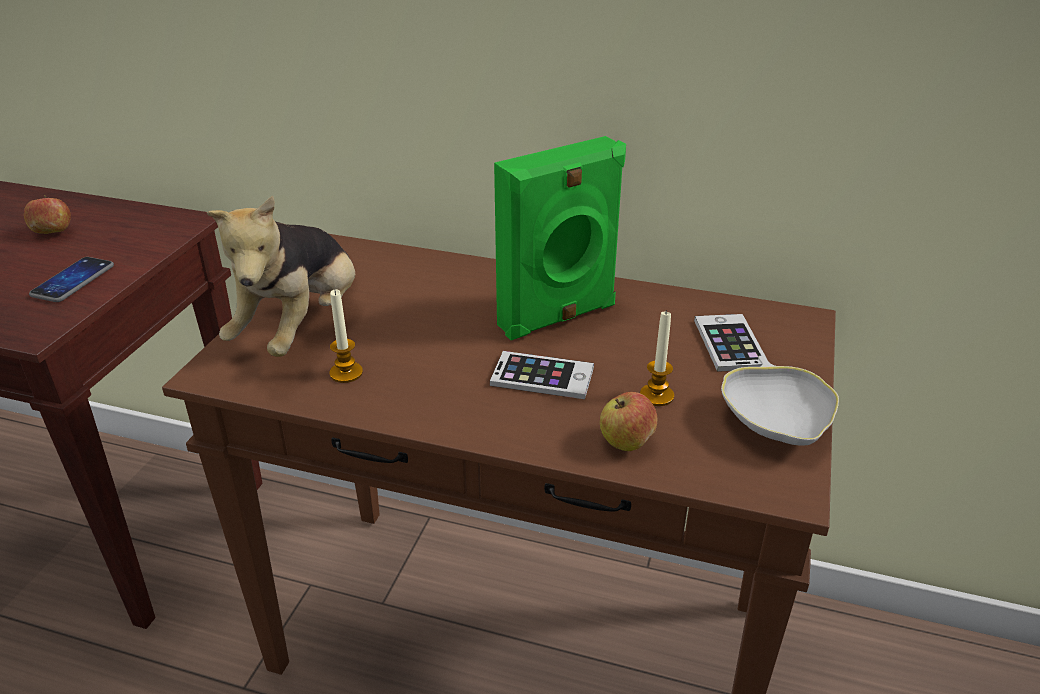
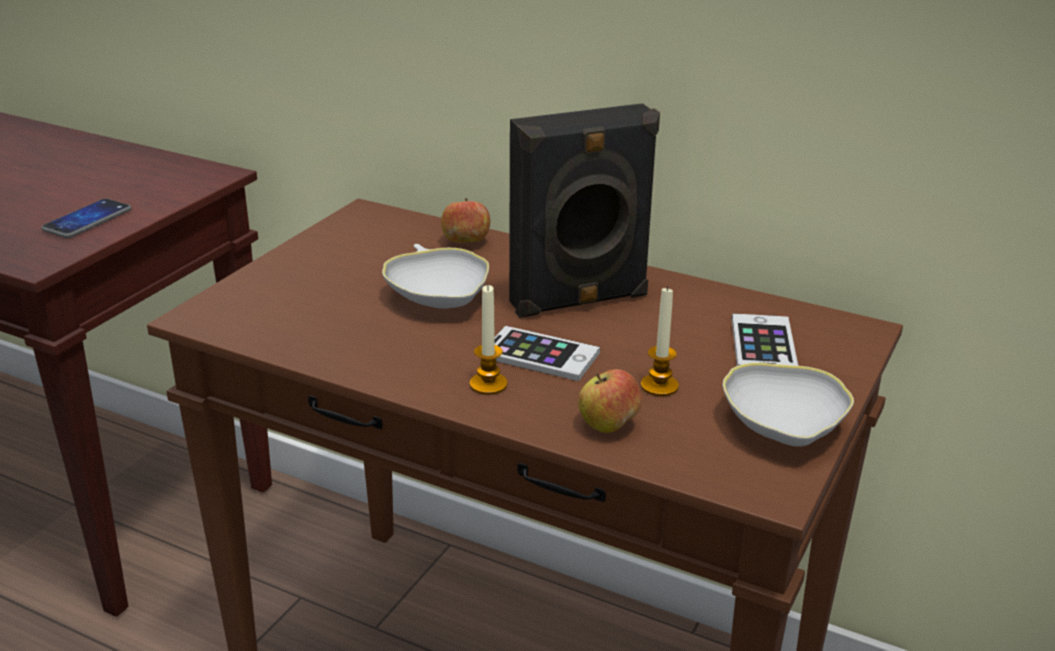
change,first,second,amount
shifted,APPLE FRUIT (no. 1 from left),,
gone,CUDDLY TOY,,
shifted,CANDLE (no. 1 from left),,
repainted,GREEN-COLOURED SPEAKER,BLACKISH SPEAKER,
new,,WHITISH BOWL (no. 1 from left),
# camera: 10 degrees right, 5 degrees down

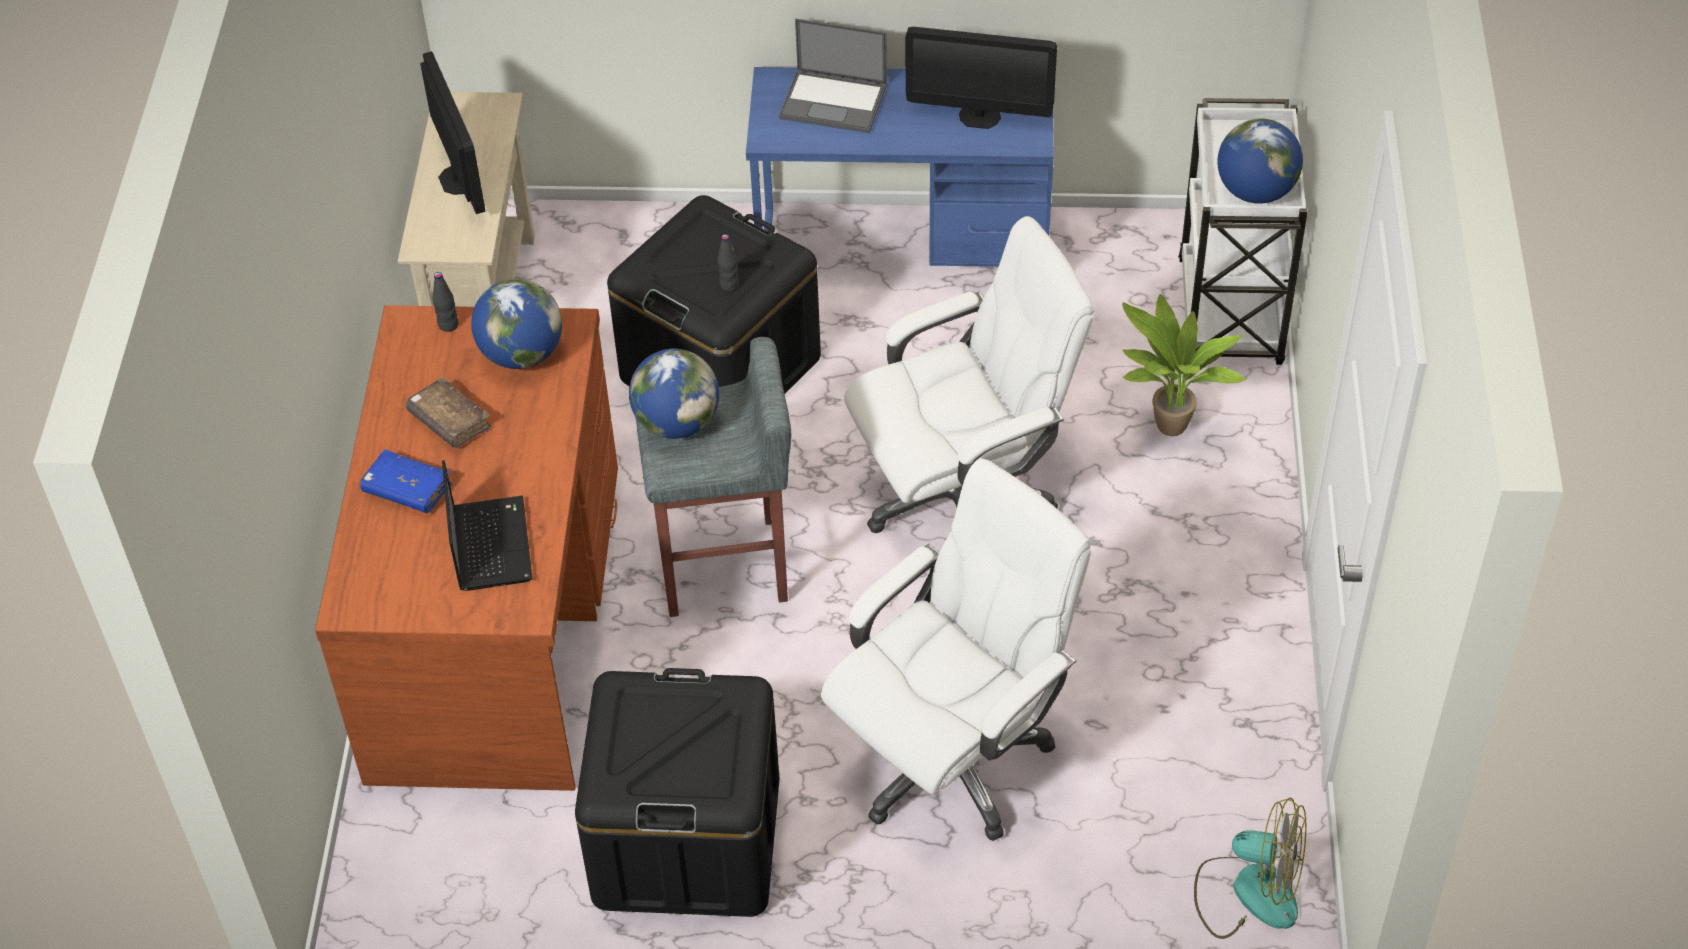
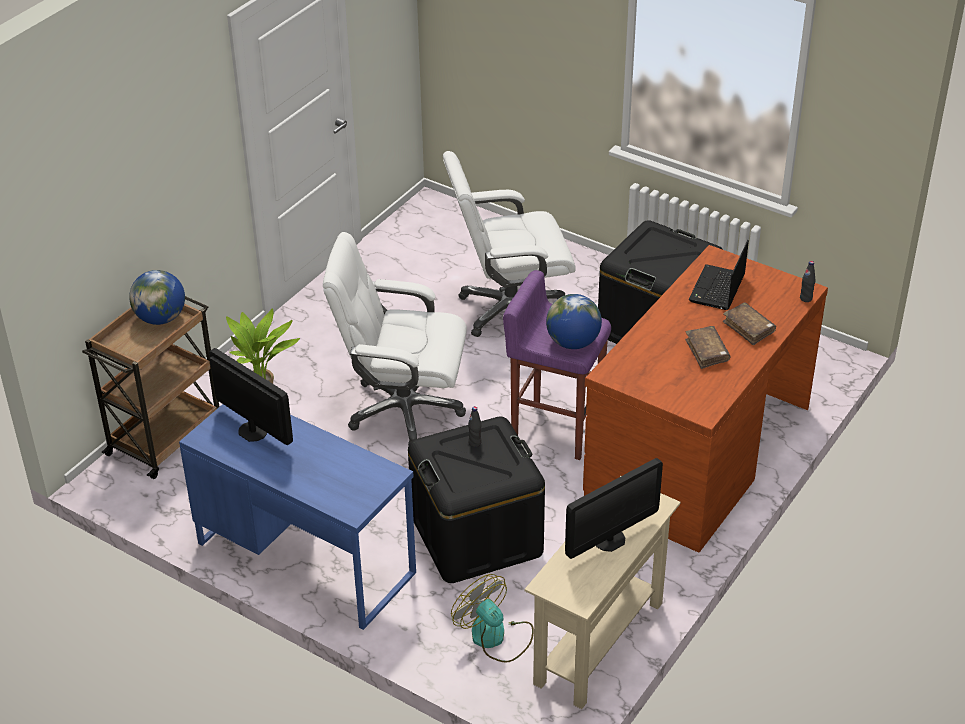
change,first,second,amount
repainted,BLUISH BOUND BOOK,BROWN BOUND BOOK (no. 2 from left),
rotated,COMPUTER SCREEN (no. 1 from left in the first image),COMPUTER SCREEN (no. 2 from left),135 degrees counterclockwise
shifted,BLACKISH DRINK BOTTLE (no. 1 from left in the first image),BLACKISH DRINK BOTTLE (no. 2 from left),
gone,WORLD GLOBE (no. 1 from left),,
repainted,GRAY STOOL SEAT,PURPLE-COLOURED STOOL SEAT,
gone,NOTEBOOK COMPUTER (no. 2 from left),,
repainted,WHITISH WHEELED CART,BROWN WHEELED CART,
shifted,COOLING FAN,,
# camera: 150 degrees left, 10 degrees down

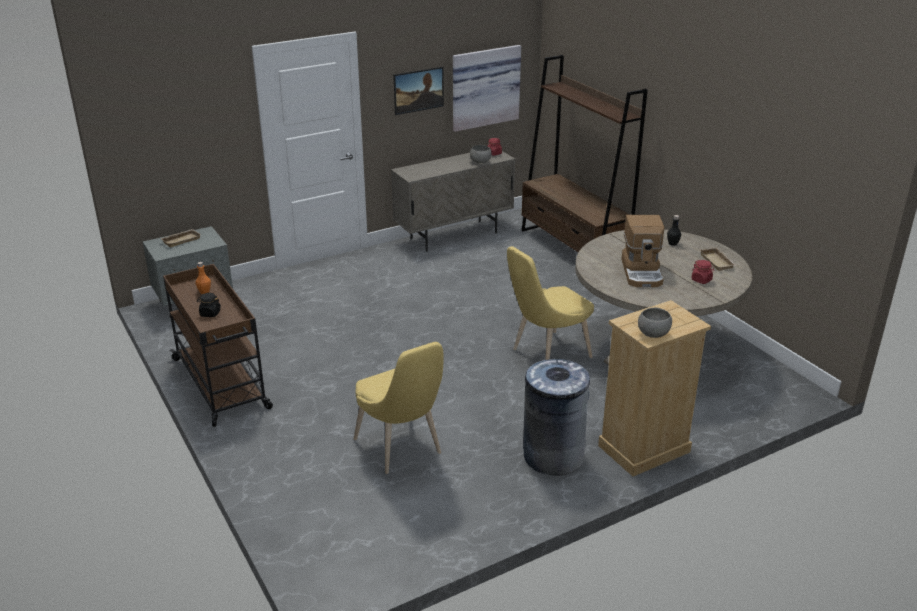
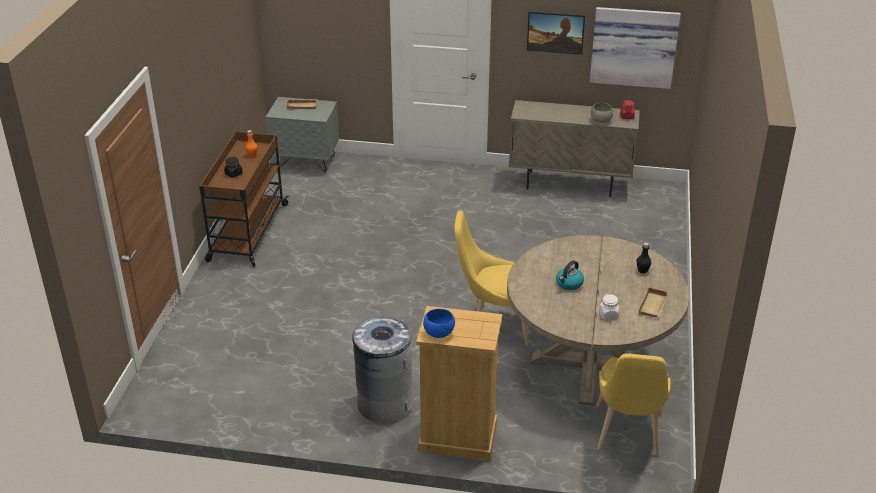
change,first,second,amount
shifted,YELLOW UPRIGHT CHAIR (no. 1 from left in the first image),YELLOW UPRIGHT CHAIR (no. 2 from left),
gone,BROWN SHELVING UNIT,,
swapped,COFFEE MACHINE,WATER KETTLE,
repainted,GRAY BOWL (no. 2 from left),BLUISH BOWL,
repainted,RED JAR (no. 2 from left),WHITISH JAR,
# camera: 40 degrees right, 5 degrees up

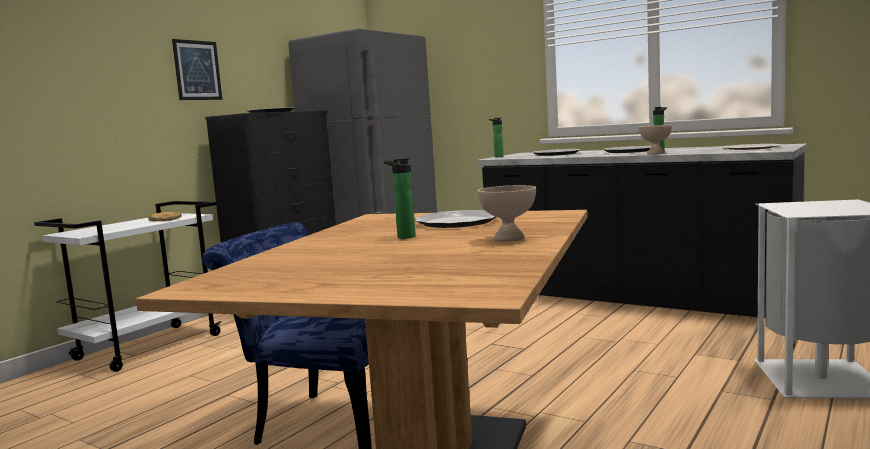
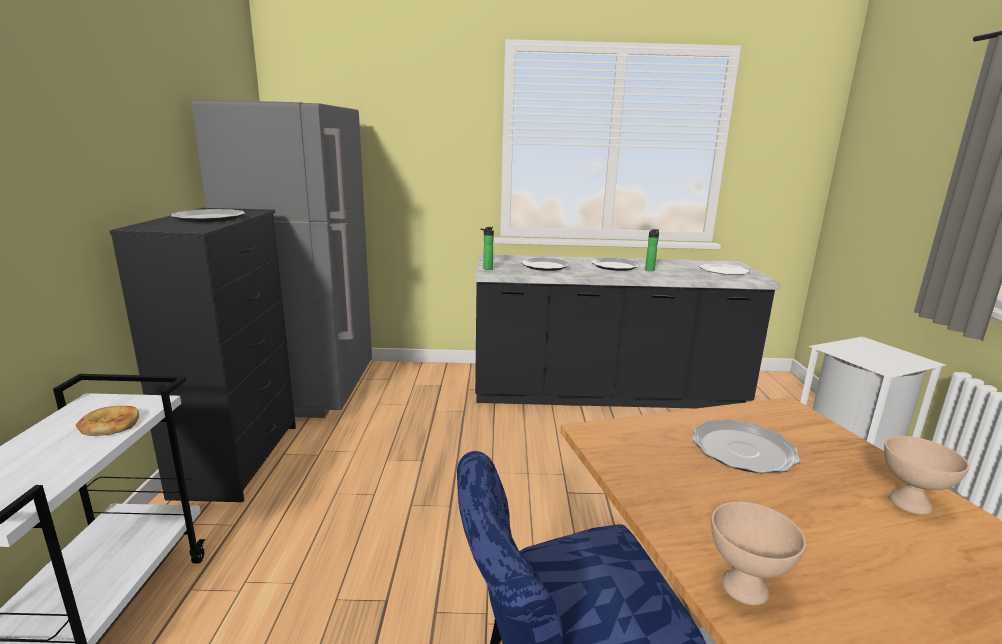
change,first,second,amount
gone,WALL ART,,
gone,DRINK BOTTLE (no. 1 from left),,
shifted,BEIGE-COLOURED BOWL (no. 2 from left in the first image),BEIGE-COLOURED BOWL (no. 1 from left),
# camera: 35 degrees left, 10 degrees up

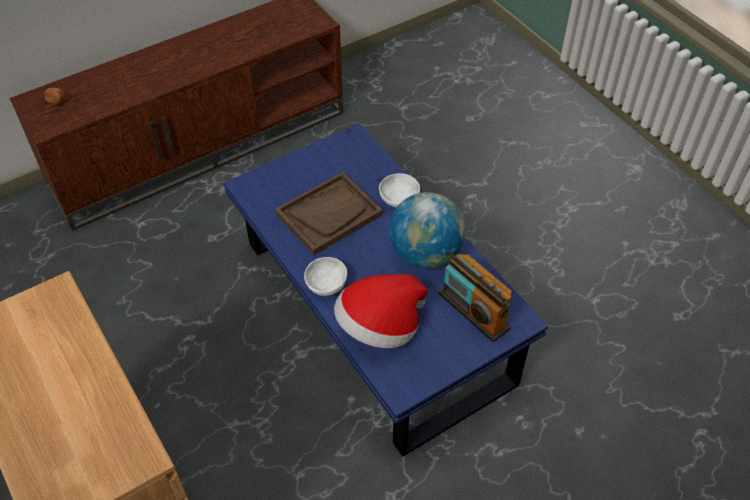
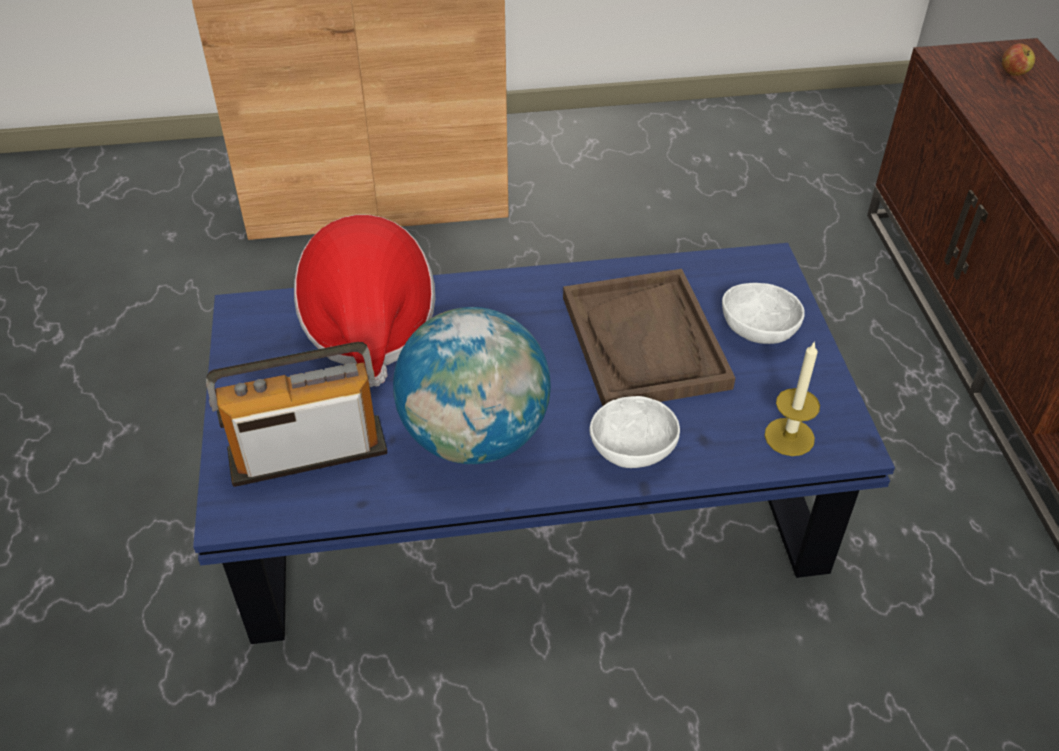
change,first,second,amount
shifted,WHITISH BOWL (no. 1 from left in the first image),WHITISH BOWL (no. 2 from left),
new,,CANDLE,
# camera: 115 degrees right, 5 degrees down

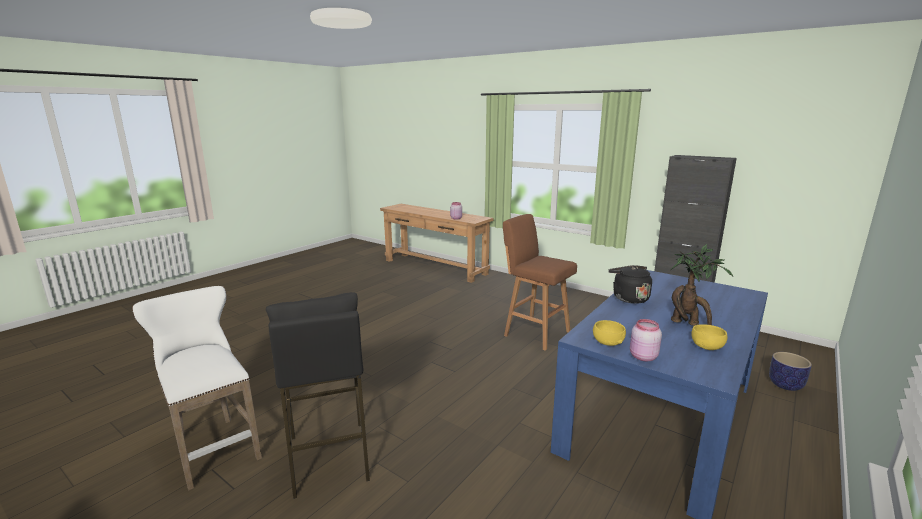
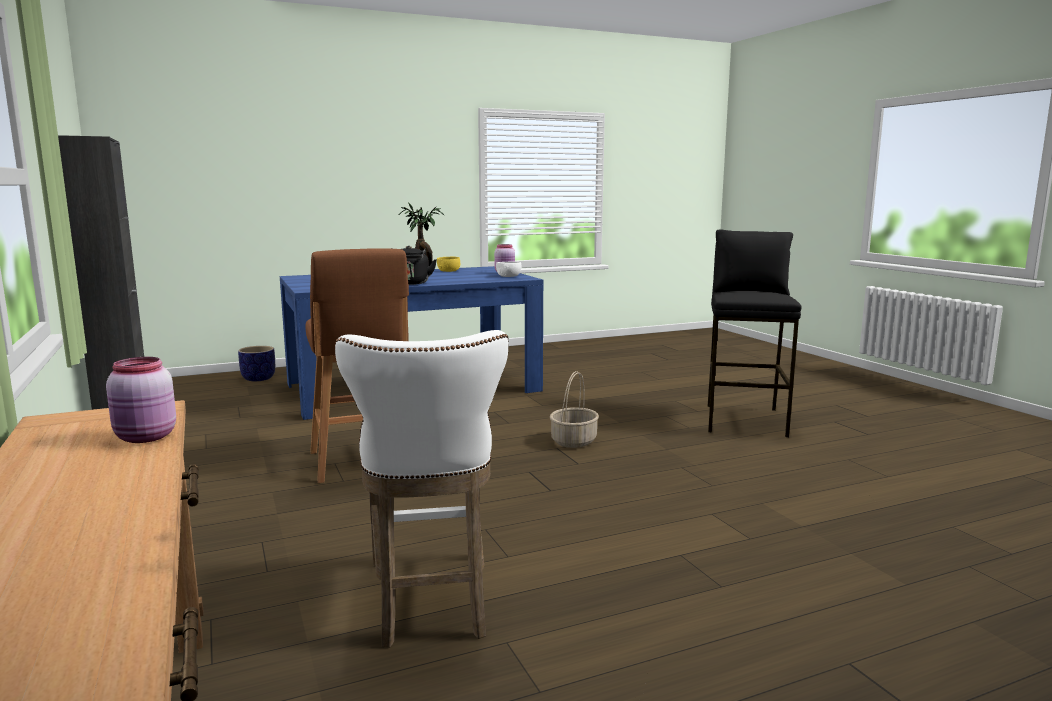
change,first,second,amount
shifted,WHITISH STOOL SEAT,,
repainted,YELLOW BOWL (no. 1 from left),WHITISH BOWL,
new,,STORAGE BASKET,
# camera: 150 degrees left, 5 degrees down

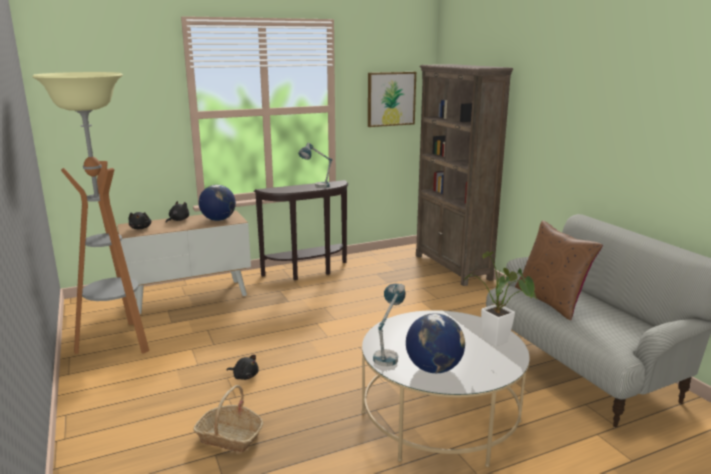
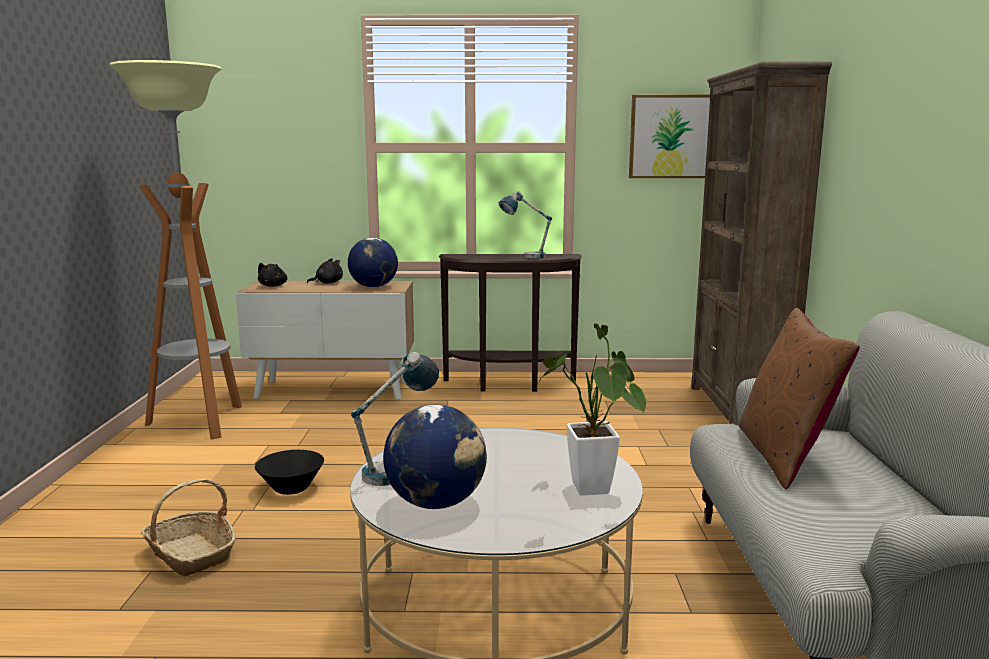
change,first,second,amount
swapped,BLACKISH CUDDLY TOY (no. 3 from left),BLACKISH BOWL,
# camera: 25 degrees right, 5 degrees down

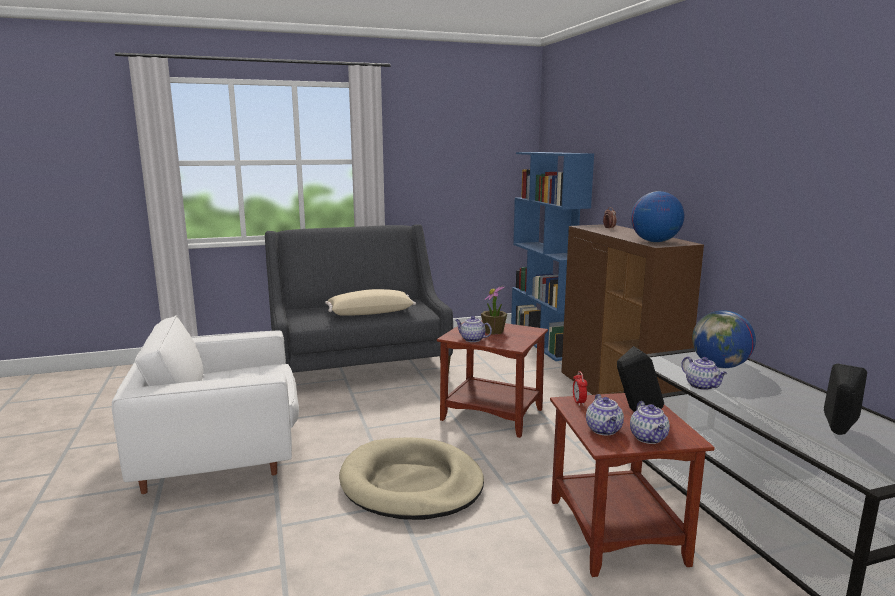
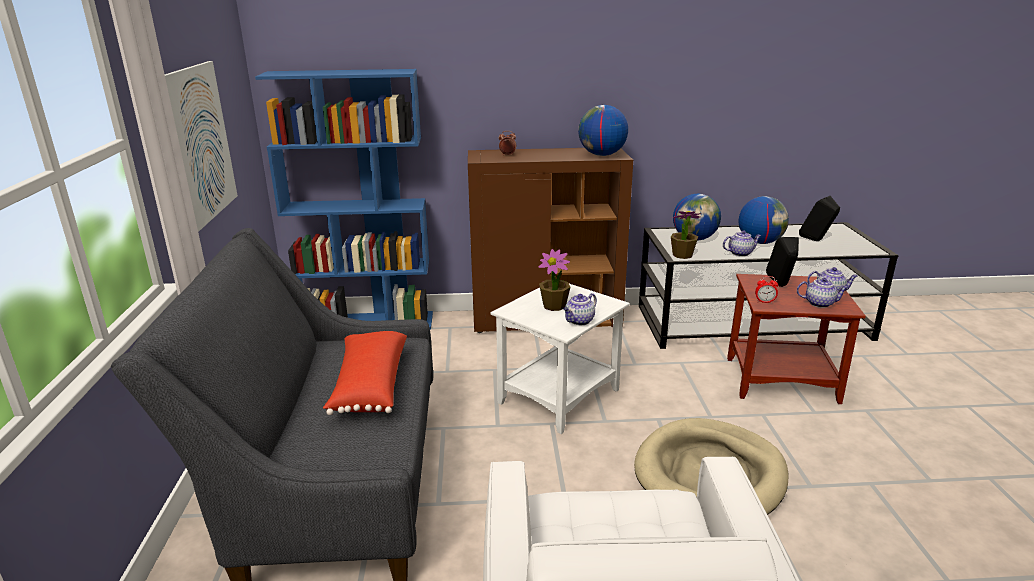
change,first,second,amount
repainted,BEIGE-COLOURED CUSHION,RED CUSHION,
repainted,BROWN END TABLE (no. 1 from left),WHITISH END TABLE,
new,,WALL ART,
new,,HOUSEPLANT (no. 2 from left),
new,,WORLD GLOBE (no. 3 from left),
# camera: 75 degrees left, 10 degrees up

